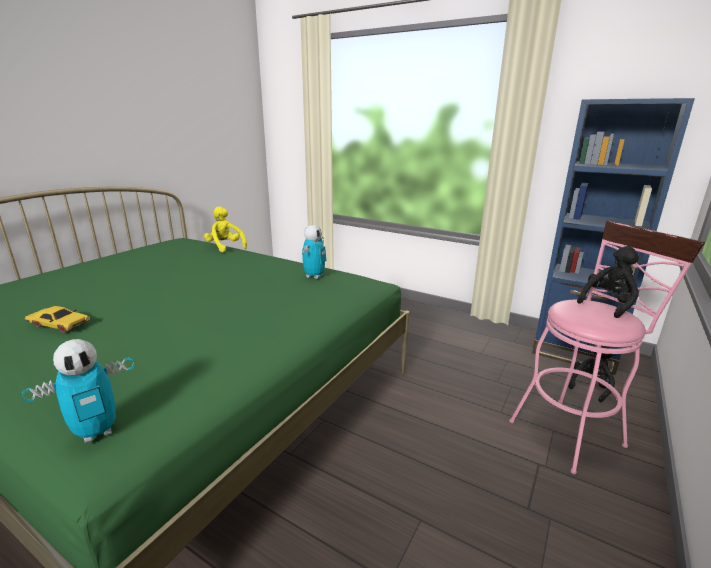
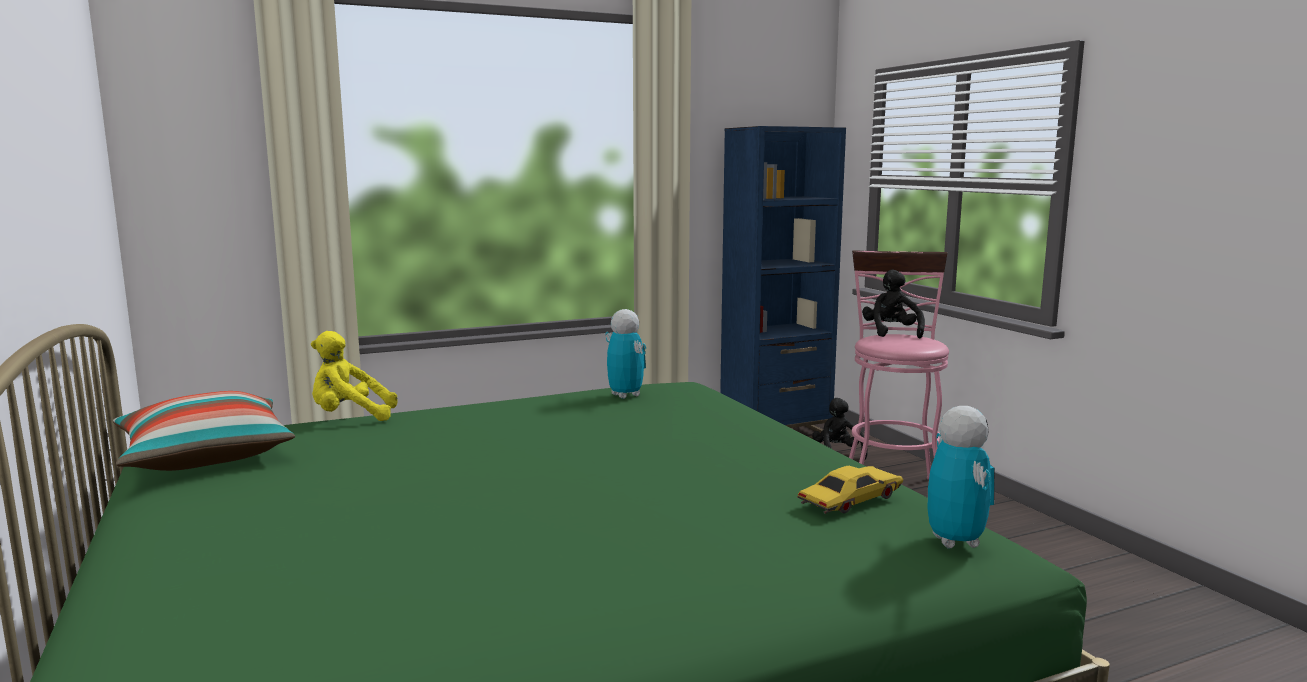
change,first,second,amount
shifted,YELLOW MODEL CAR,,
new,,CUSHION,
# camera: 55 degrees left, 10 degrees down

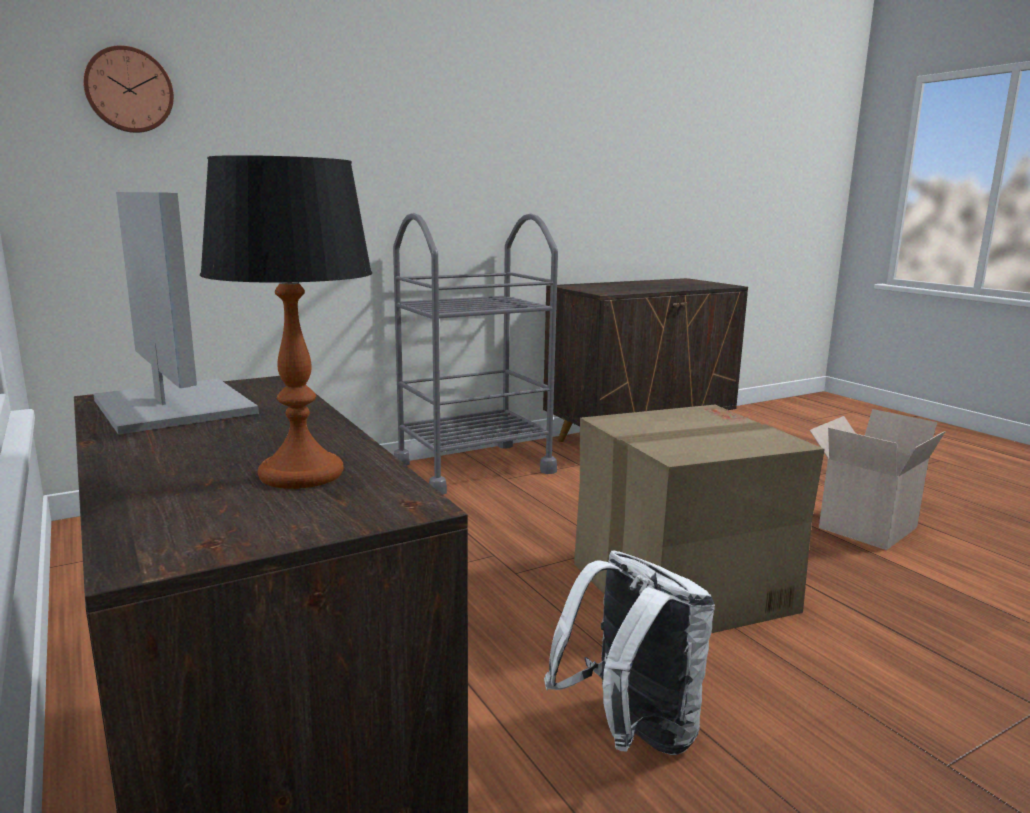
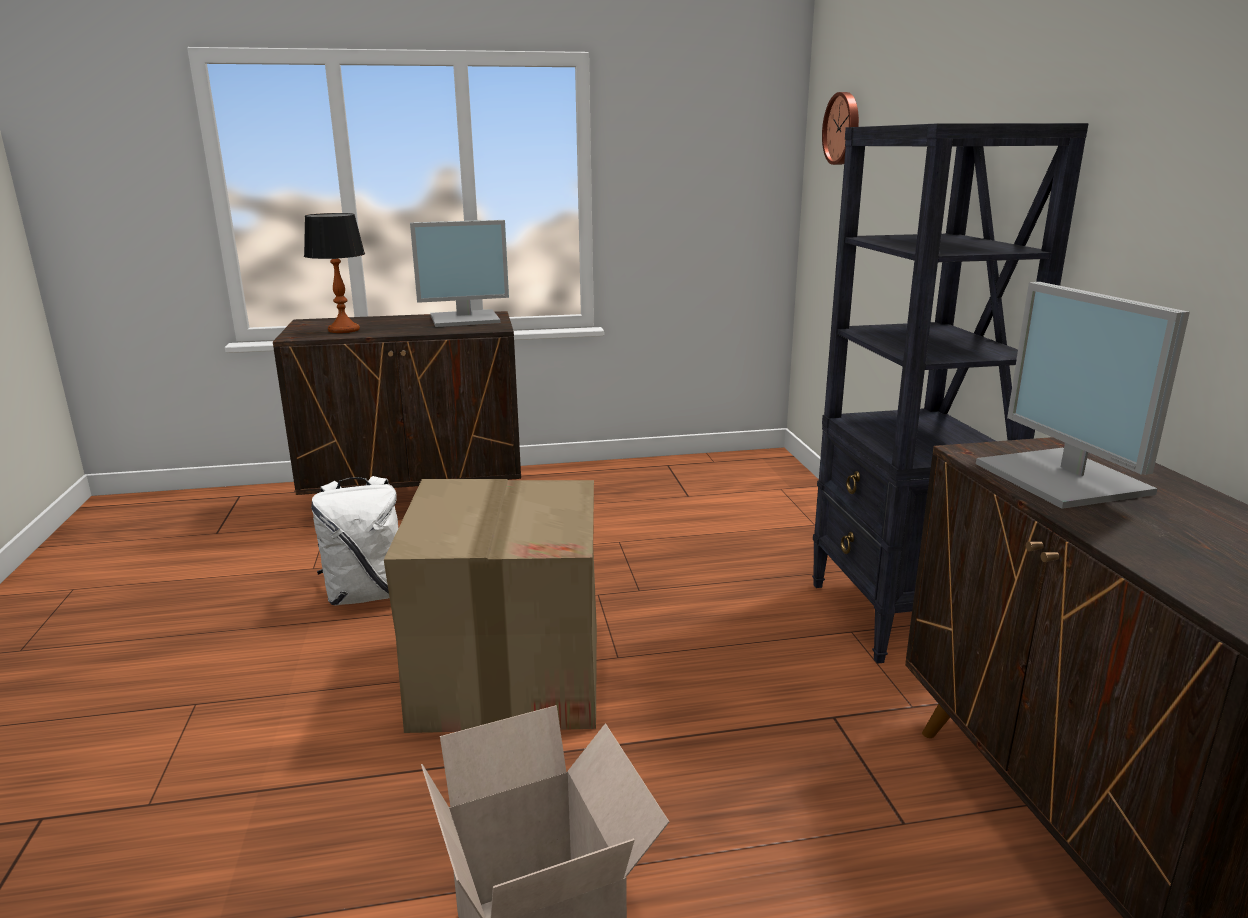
change,first,second,amount
swapped,GRAY WHEELED CART,BLACKISH SHELVING UNIT,
new,,COMPUTER SCREEN (no. 2 from left),
# camera: 110 degrees right, 5 degrees up

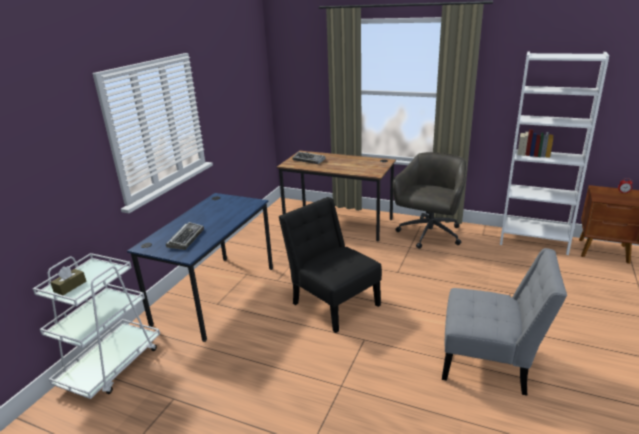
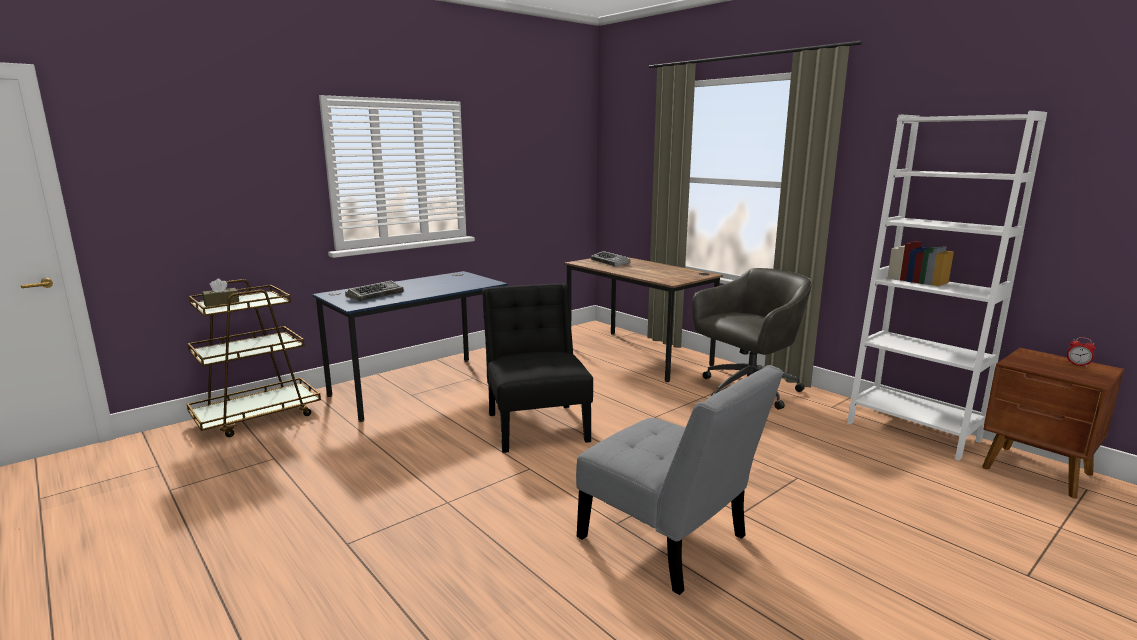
change,first,second,amount
repainted,WHITISH WHEELED CART,BROWN WHEELED CART,
# camera: 25 degrees right, 10 degrees down

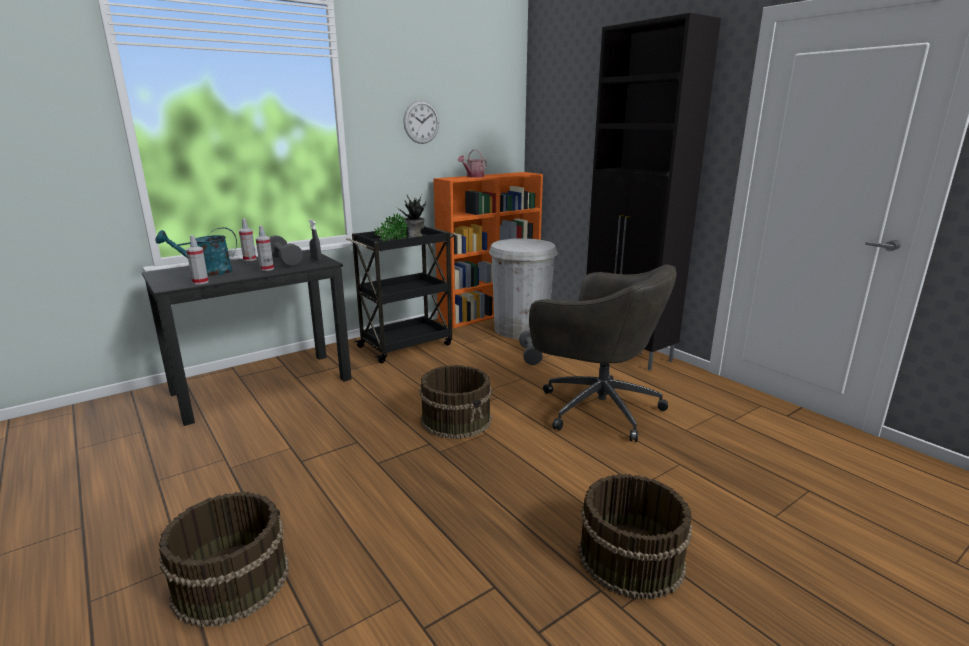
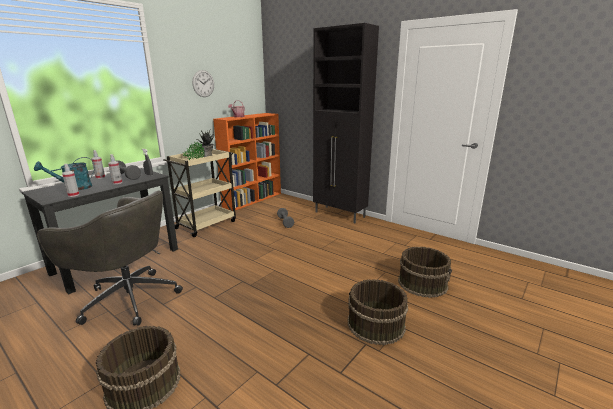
change,first,second,amount
repainted,BLACKISH WHEELED CART,BEIGE-COLOURED WHEELED CART,
shifted,BROWN BUCKET (no. 2 from left in the first image),BROWN BUCKET (no. 3 from left),
gone,WHITISH WASTE BIN,,
shifted,GRAY OFFICE CHAIR,,
# camera: 15 degrees left, 0 degrees up

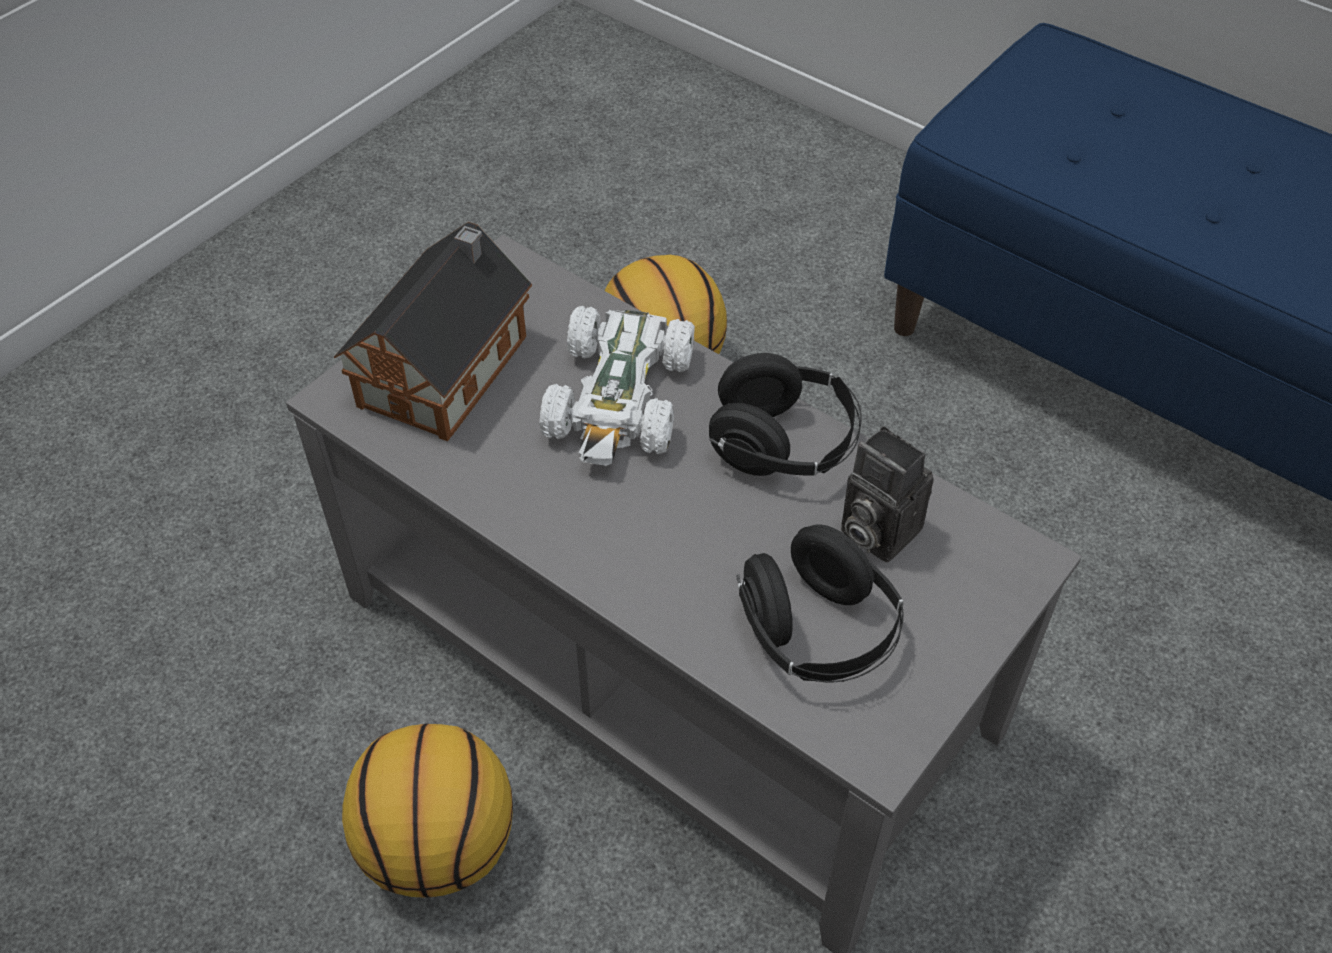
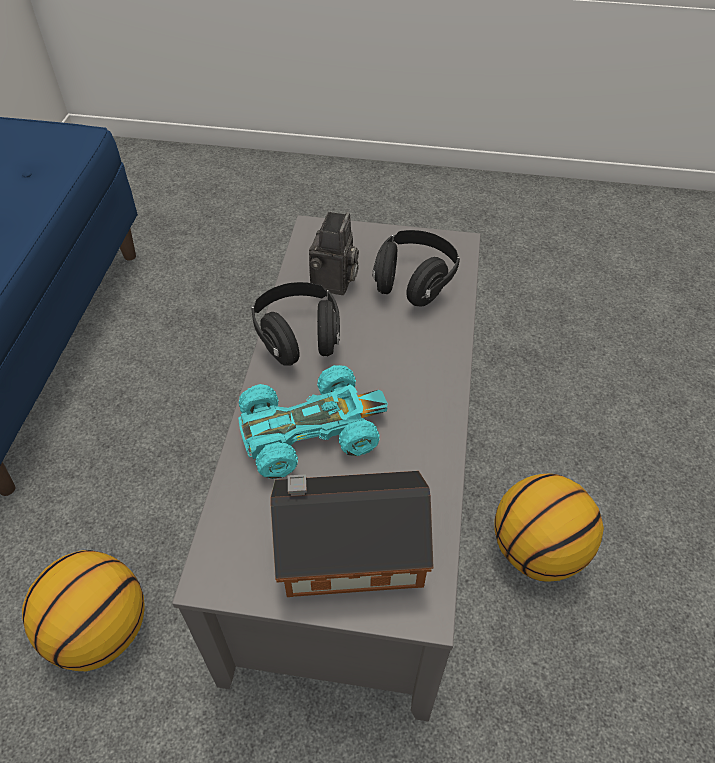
change,first,second,amount
repainted,WHITISH MODEL CAR,TURQUOISE MODEL CAR,
# camera: 120 degrees left, 0 degrees up

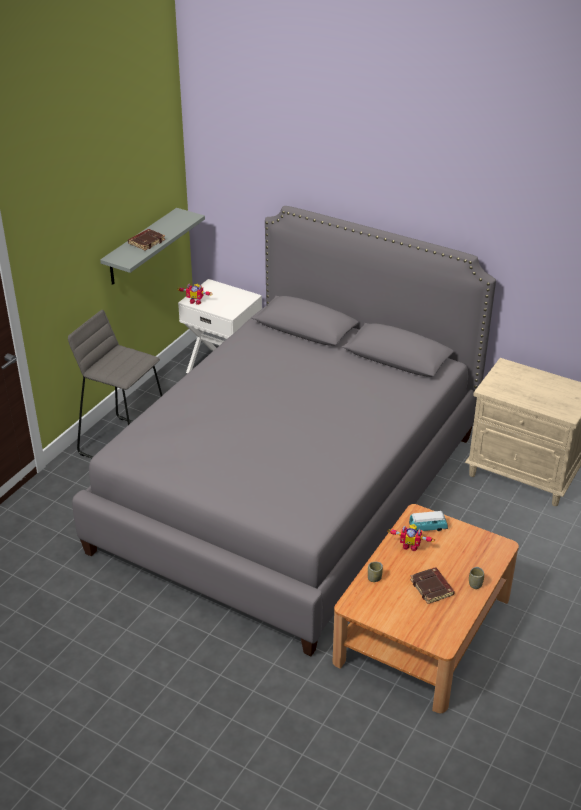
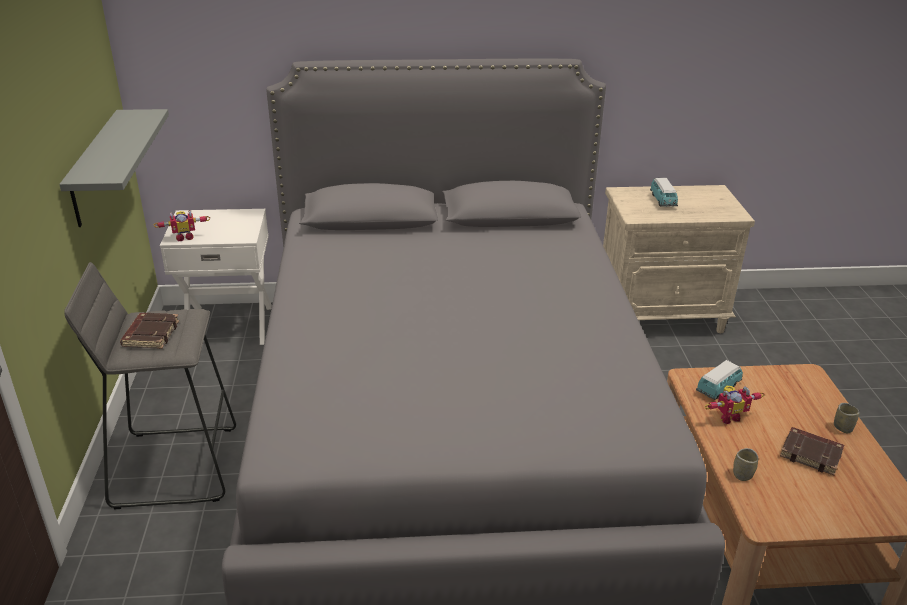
change,first,second,amount
shifted,BROWN BOUND BOOK (no. 1 from left),,
new,,MODEL CAR (no. 1 from left),
# camera: 35 degrees left, 5 degrees down

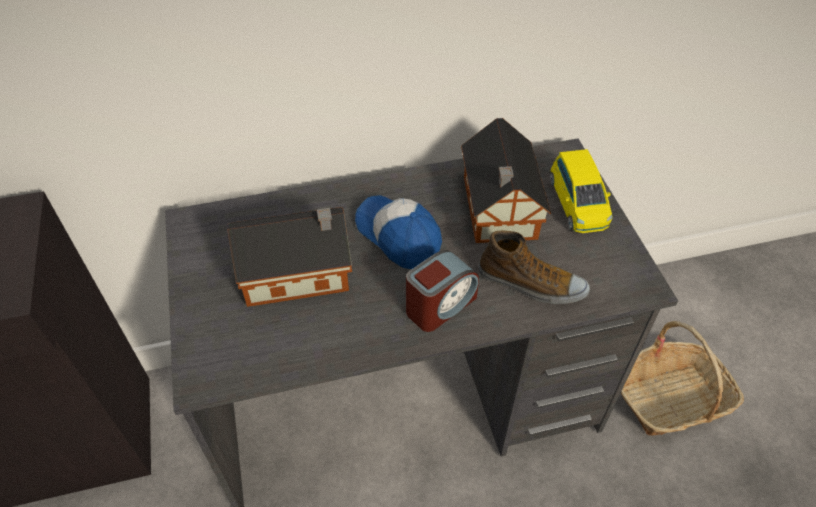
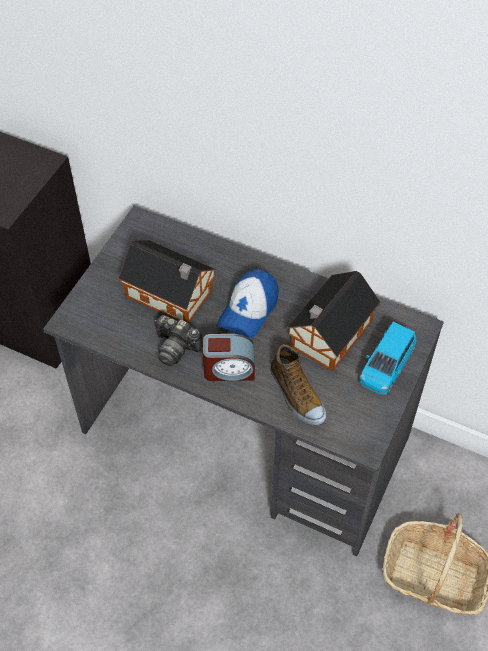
change,first,second,amount
rotated,PEAKED CAP,,150 degrees counterclockwise
repainted,YELLOW MODEL CAR,BLUISH MODEL CAR,
new,,STILL CAMERA,
# camera: 40 degrees right, 5 degrees up

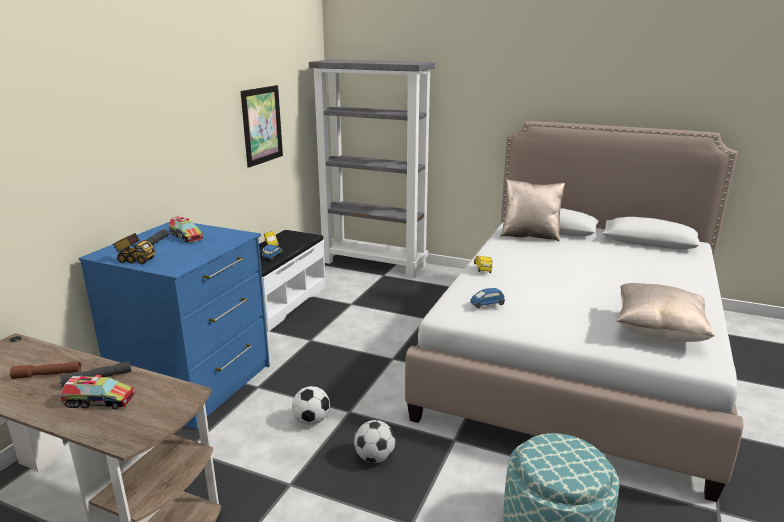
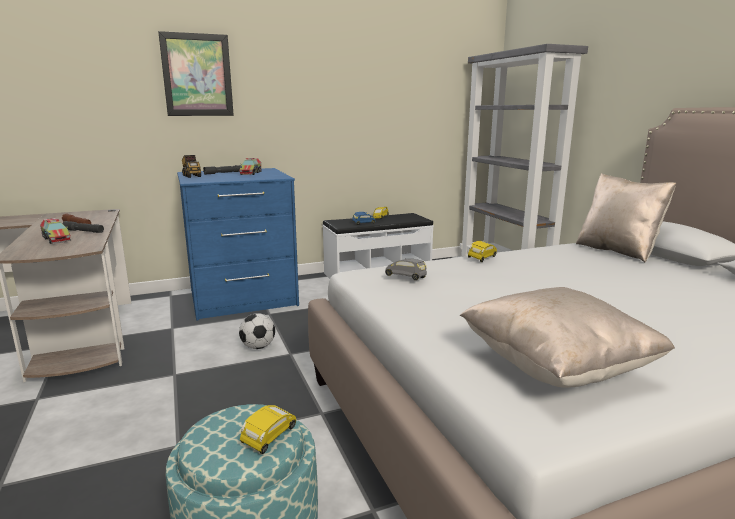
change,first,second,amount
shifted,WALL ART,,
gone,FOOTBALL (no. 2 from left),,
repainted,BLUISH MODEL CAR (no. 2 from left),GRAY MODEL CAR,
new,,YELLOW MODEL CAR (no. 1 from left),
# camera: 45 degrees right, 5 degrees down

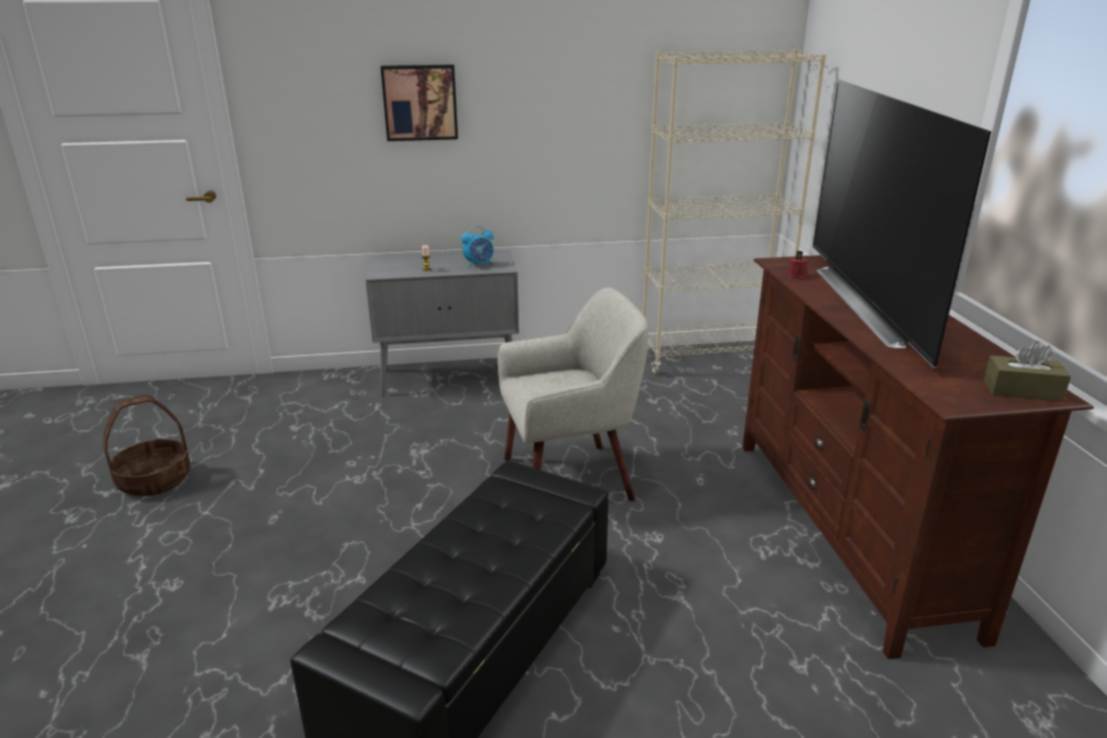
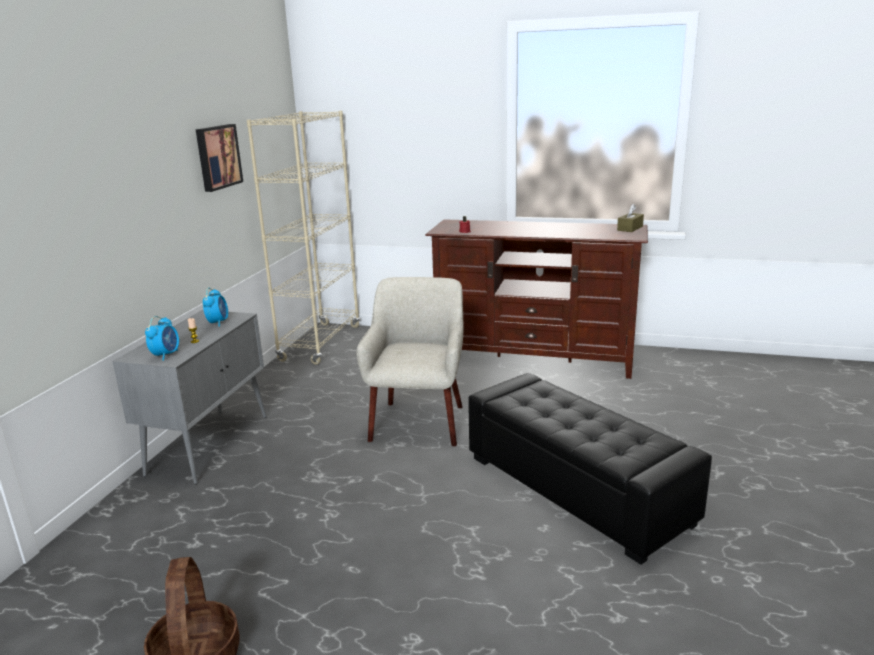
change,first,second,amount
shifted,WALL ART,,
gone,TELEVISION,,
new,,BEDSIDE CLOCK (no. 1 from left),
# camera: 65 degrees left, 5 degrees down

